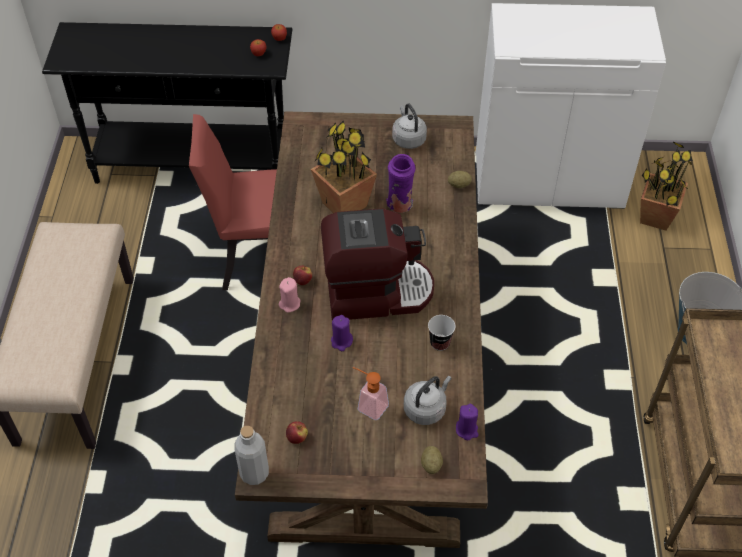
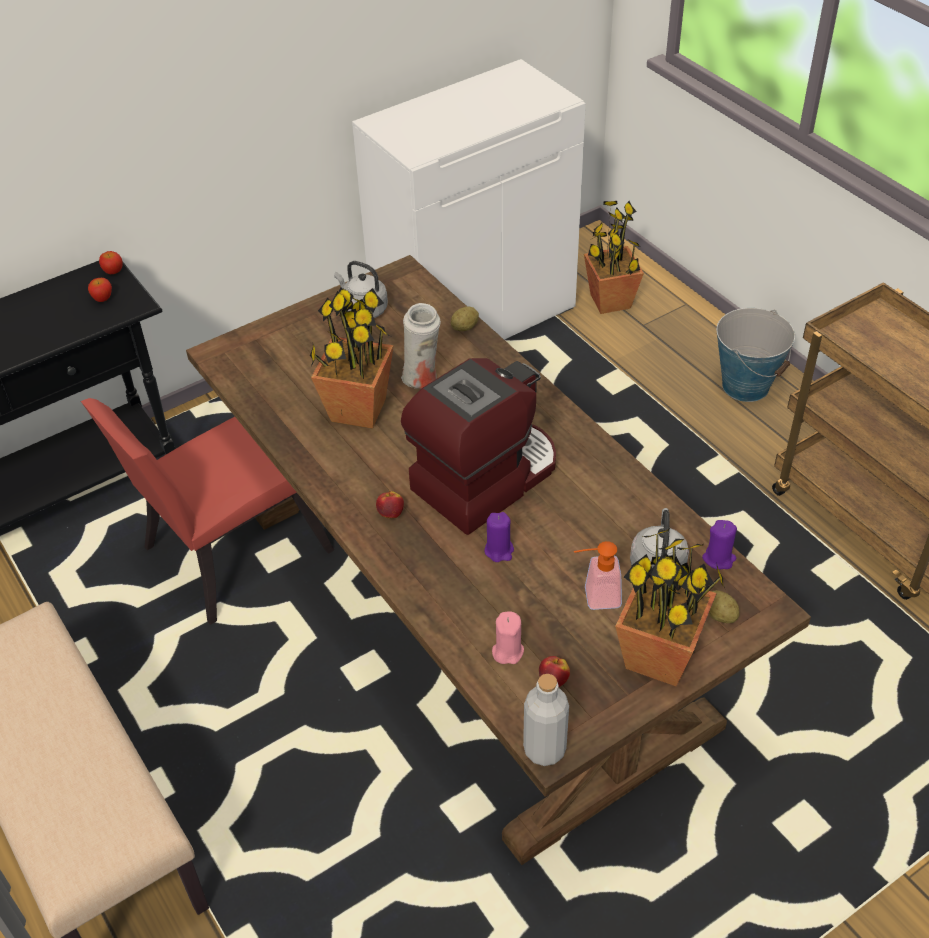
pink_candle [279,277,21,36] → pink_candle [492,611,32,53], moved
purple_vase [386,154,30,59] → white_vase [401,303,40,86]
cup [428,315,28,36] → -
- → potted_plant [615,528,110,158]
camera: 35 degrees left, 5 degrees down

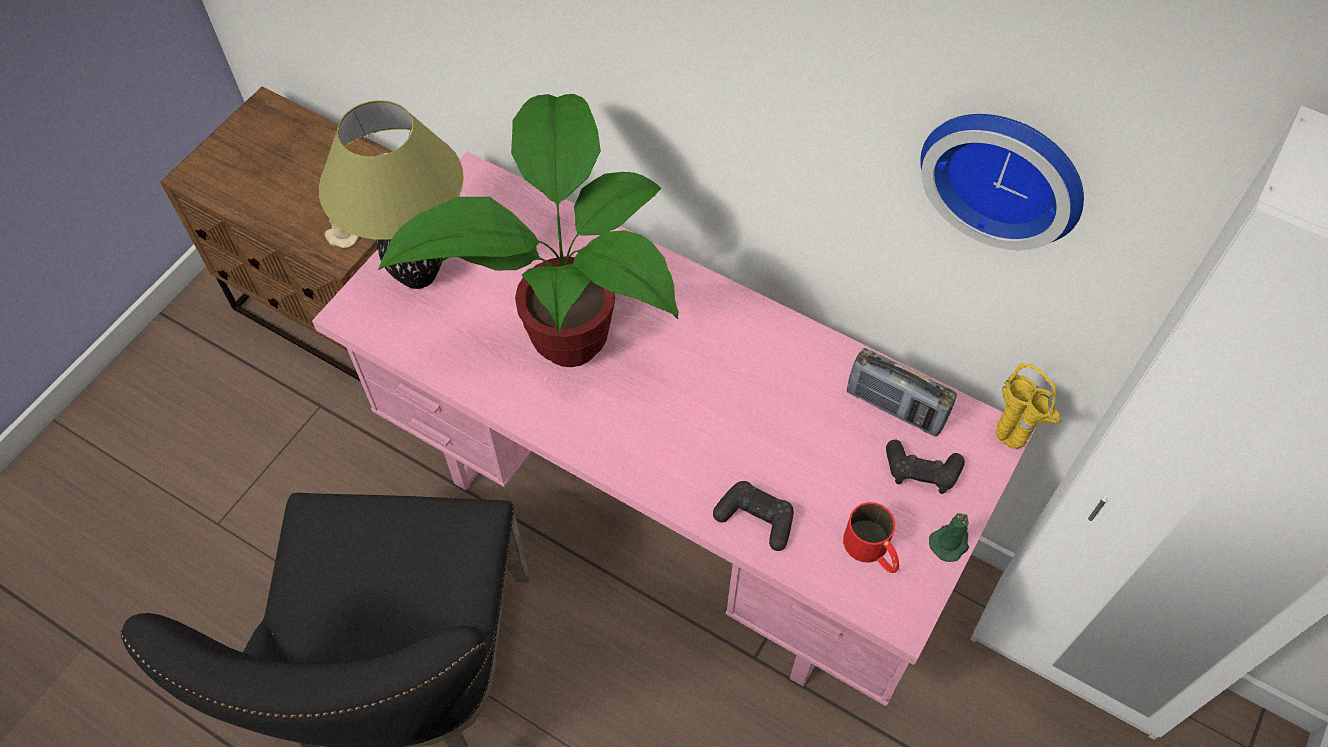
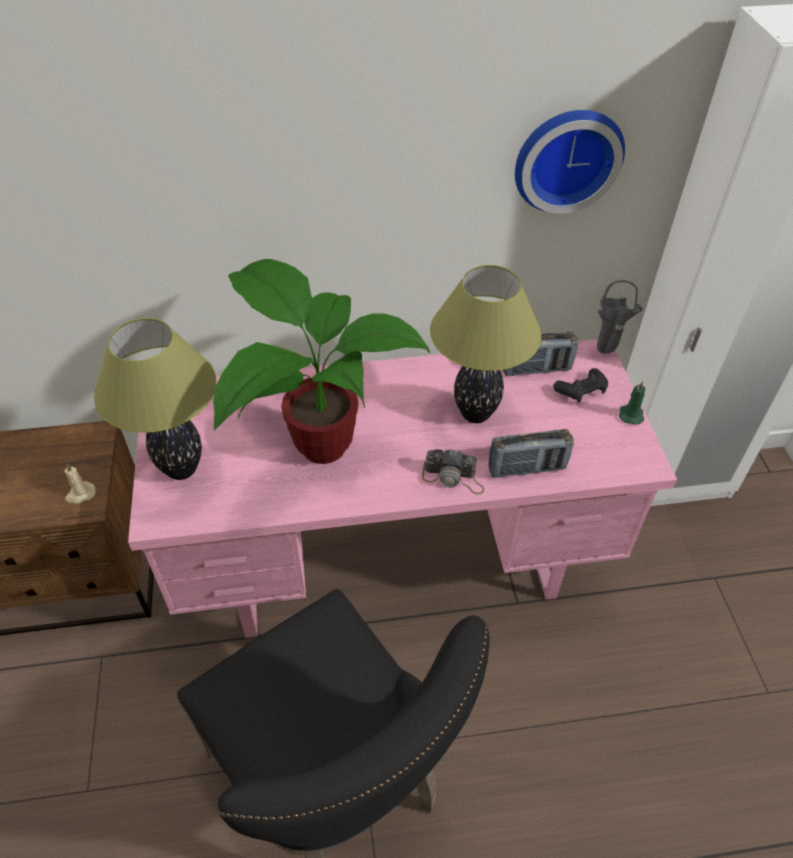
black_game_controller [713,481,81,70] → radio [488,429,86,49]
red_mug [843,502,56,71] → -
yellow_vase [996,363,65,86] → grey_vase [597,280,46,74]
- → photo_camera [422,449,62,46]
- → table_lamp [430,265,112,158]
camera: 40 degrees left, 10 degrees down

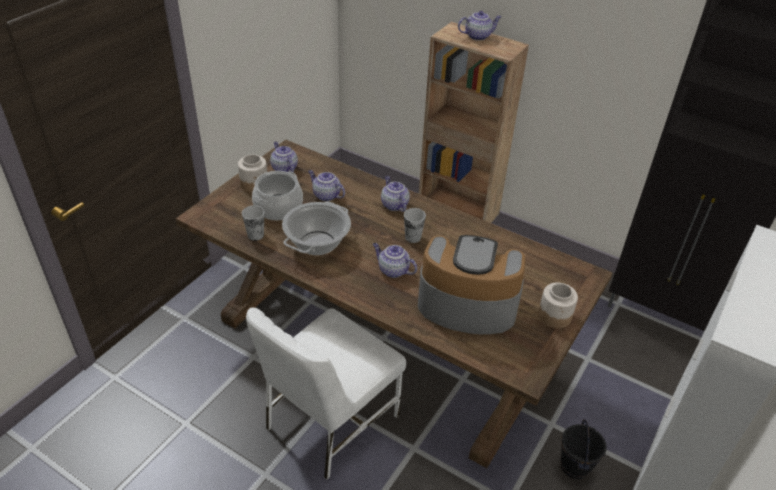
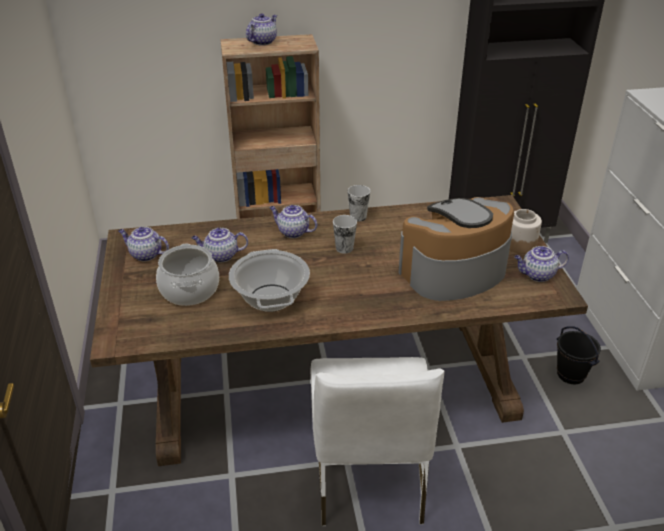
jar [238,154,29,38] → -
cup [242,205,22,36] → cup [348,185,22,37], moved
teapot [373,243,44,35] → teapot [514,246,55,36], moved
camera: 40 degrees left, 5 degrees down

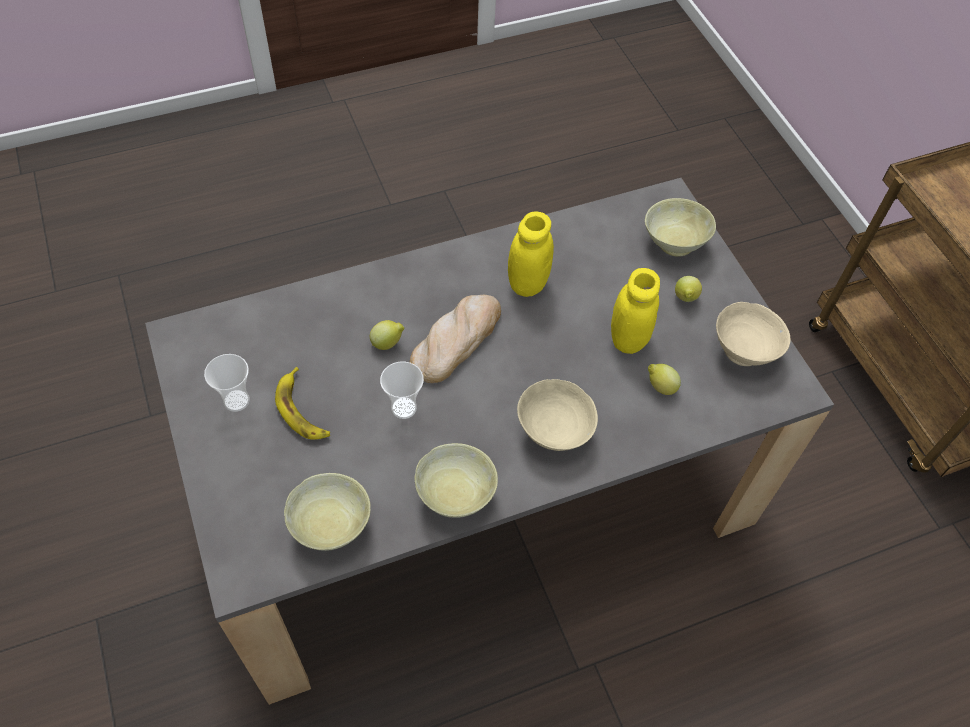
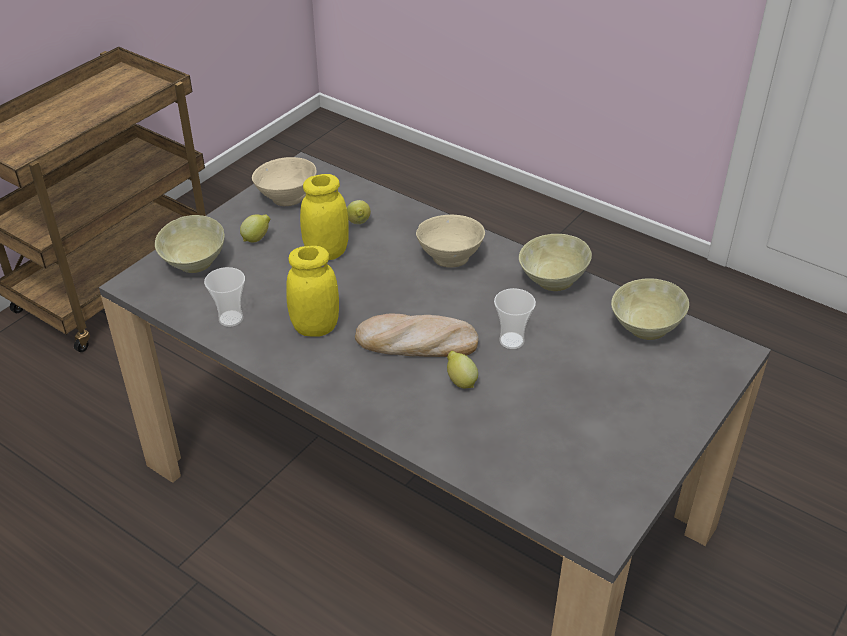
cup [204,354,46,58] → cup [204,267,41,60], moved
banana [275,367,55,73] → -
camera: 120 degrees left, 15 degrees down

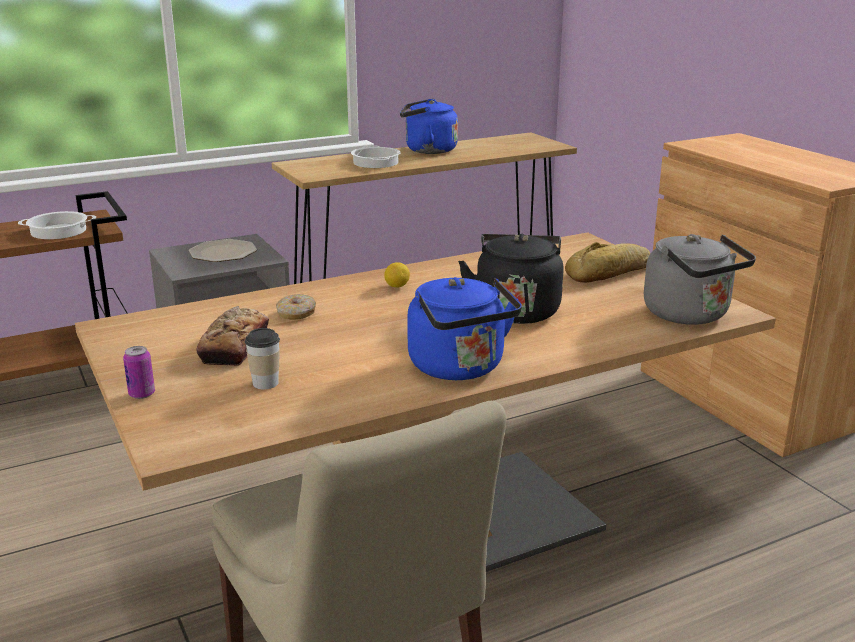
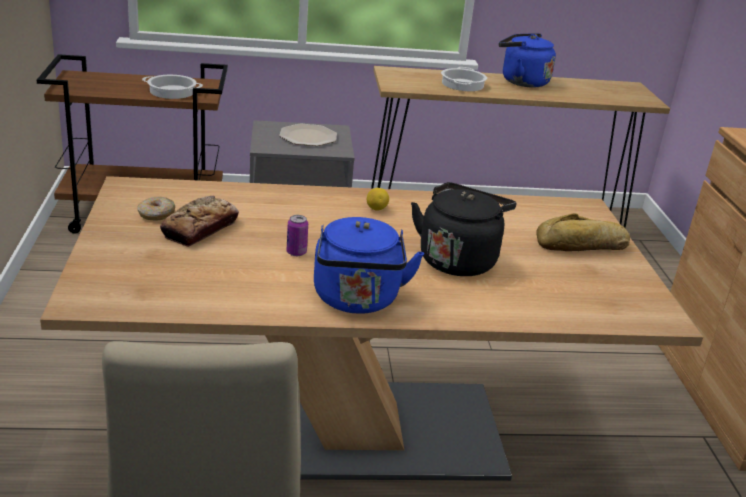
can [123,346,32,53] → can [287,215,21,41], moved
cup [245,328,35,61] → -
donut [276,294,40,26] → donut [137,197,38,23], moved
grey_kettle [644,234,112,91] → -
camera: 20 degrees right, 5 degrees up

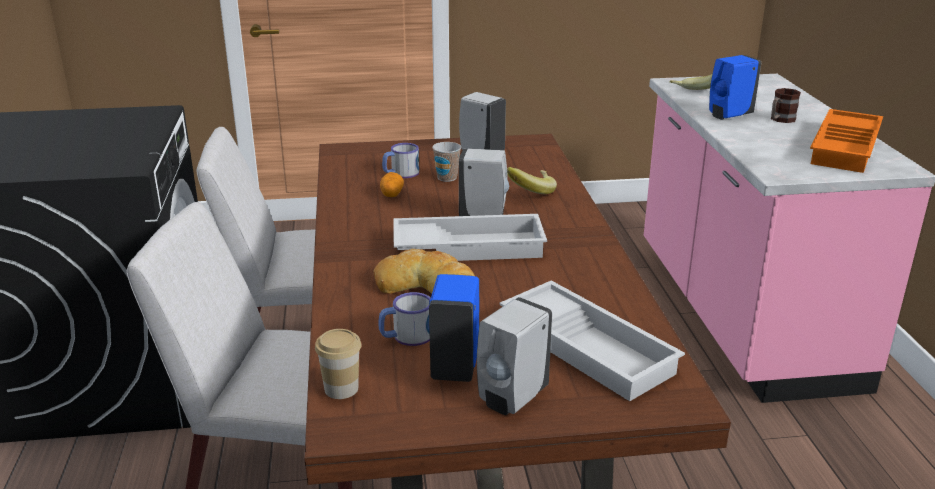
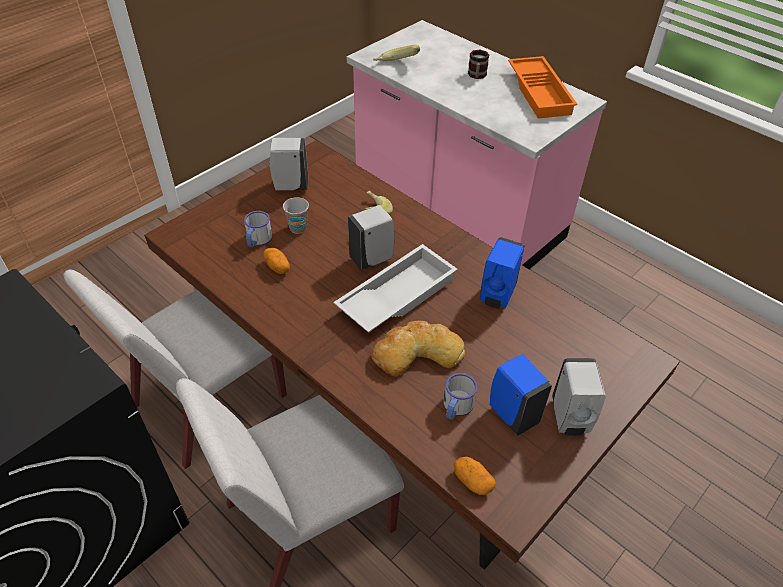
cup [315,329,46,70] → potato [454,457,42,38]
white_tray [499,280,186,121] → -
blue_soap_dispenser [709,55,52,65] → blue_soap_dispenser [480,237,45,72], moved
camera: 40 degrees left, 20 degrees up

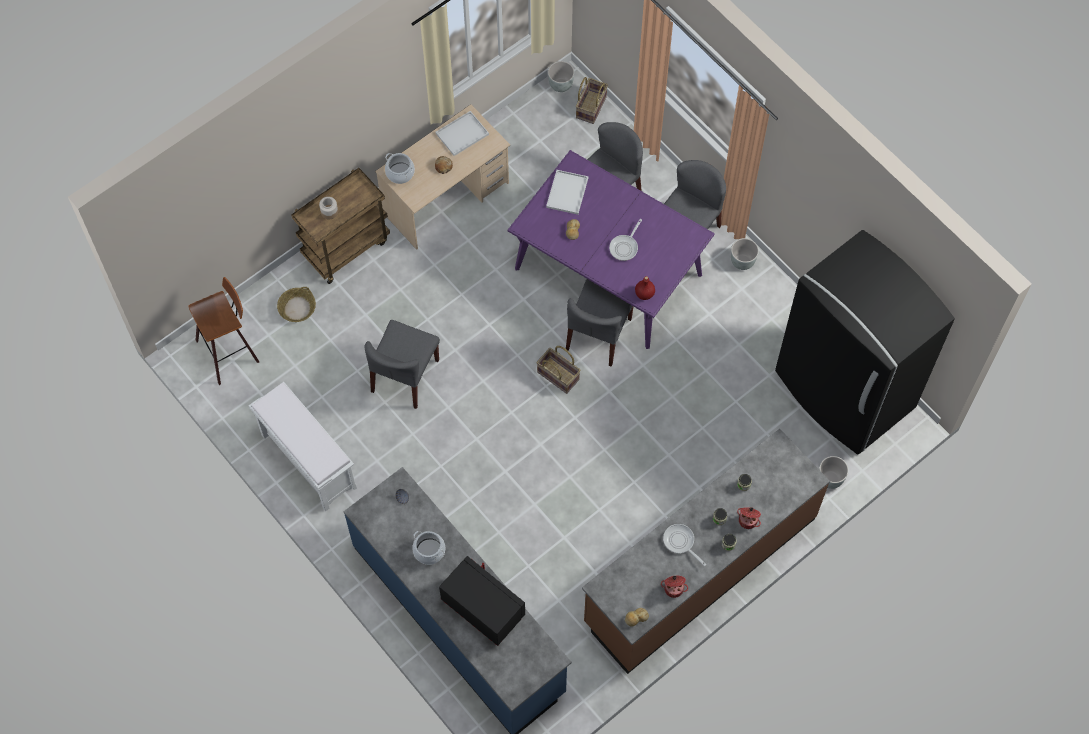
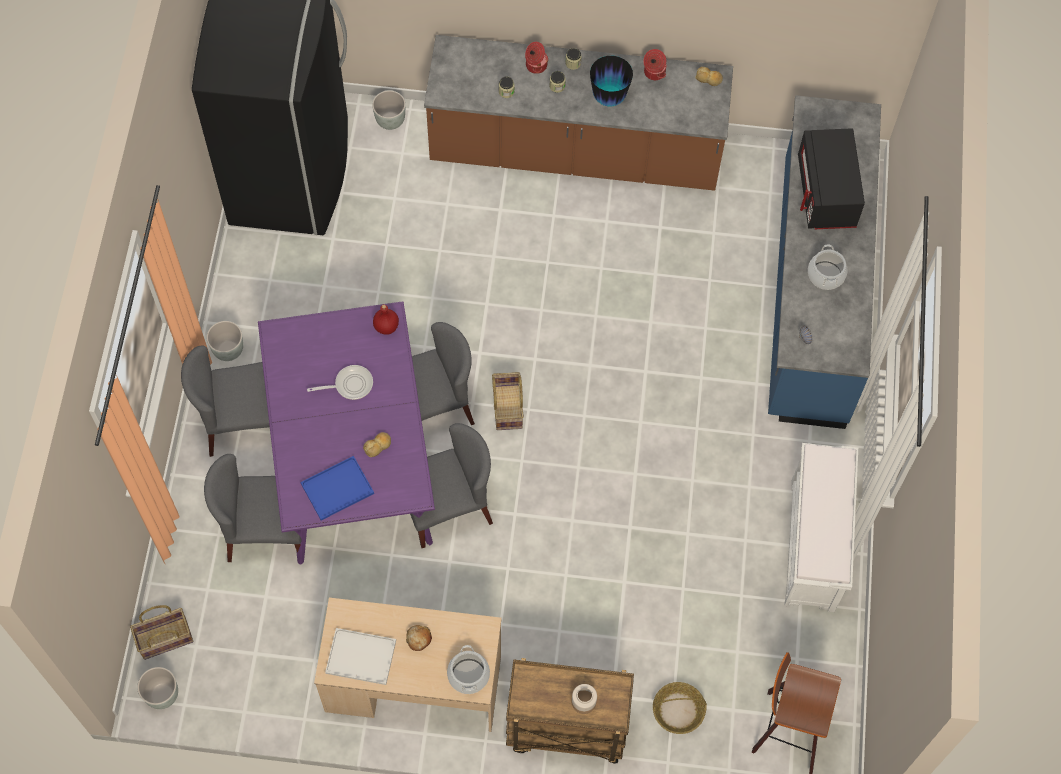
grey_chair [365,320,75,89] → grey_chair [410,423,83,125], moved
white_tray [546,170,43,45] → blue_tray [300,456,74,64]
frying_pan [663,524,43,42] → vase [590,56,43,50]
camera: 135 degrees left, 0 degrees up

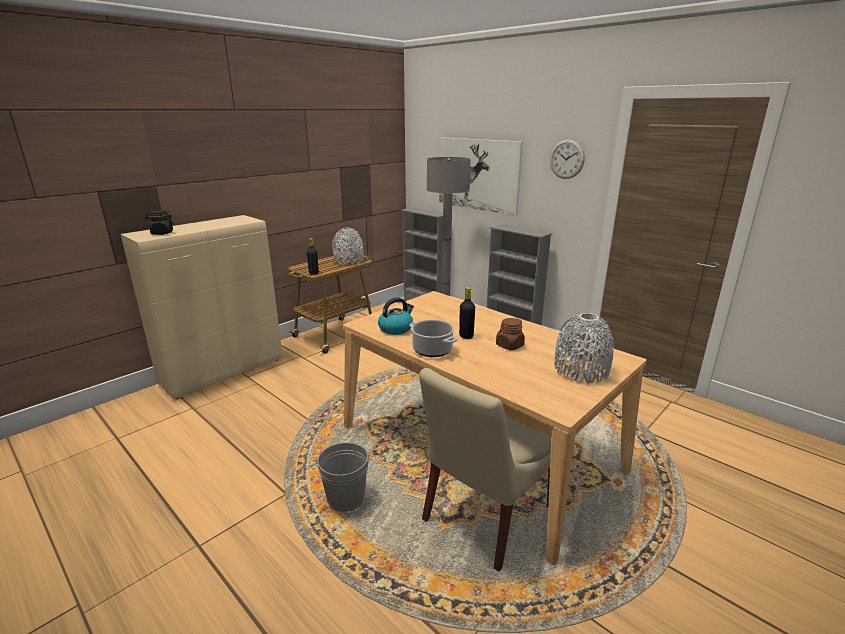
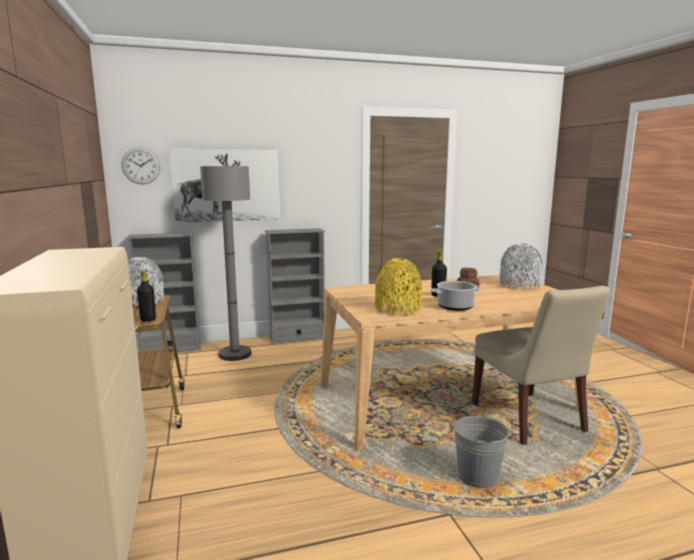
black_jar [145,210,29,25] → -
kettle [378,297,36,38] → yellow_vase [375,258,47,57]
wall_clock [550,139,35,40] → wall_clock [121,147,39,37], moved
camera: 60 degrees left, 10 degrees down

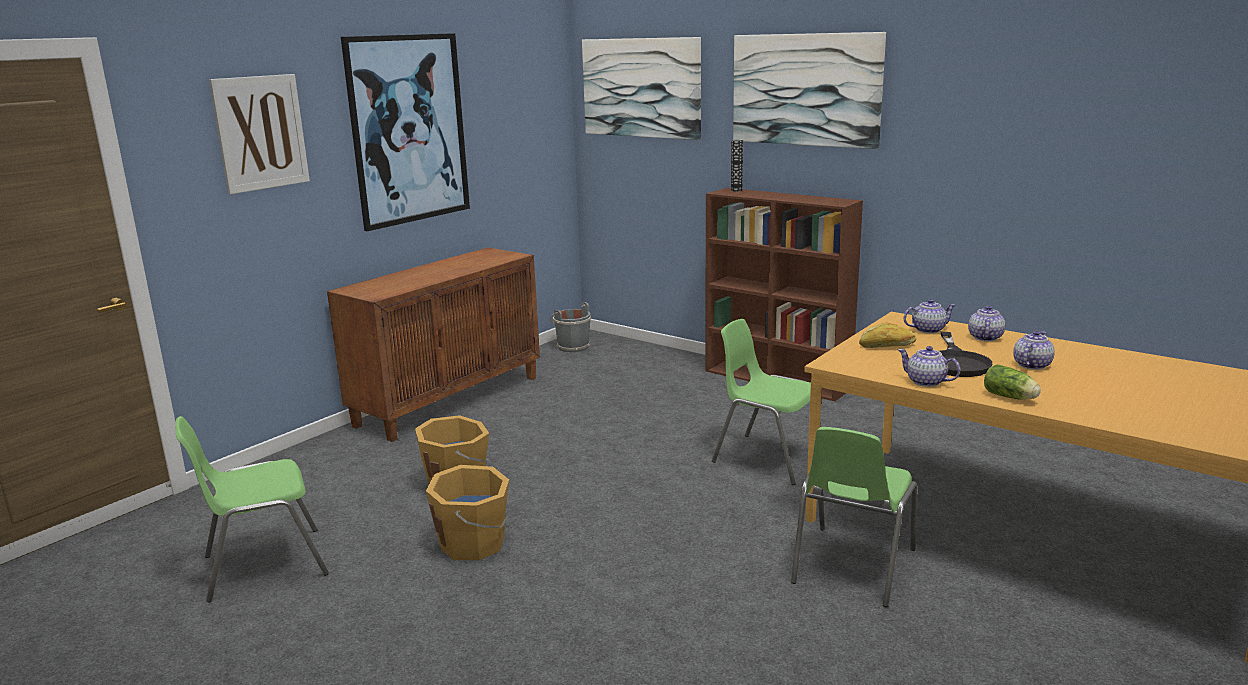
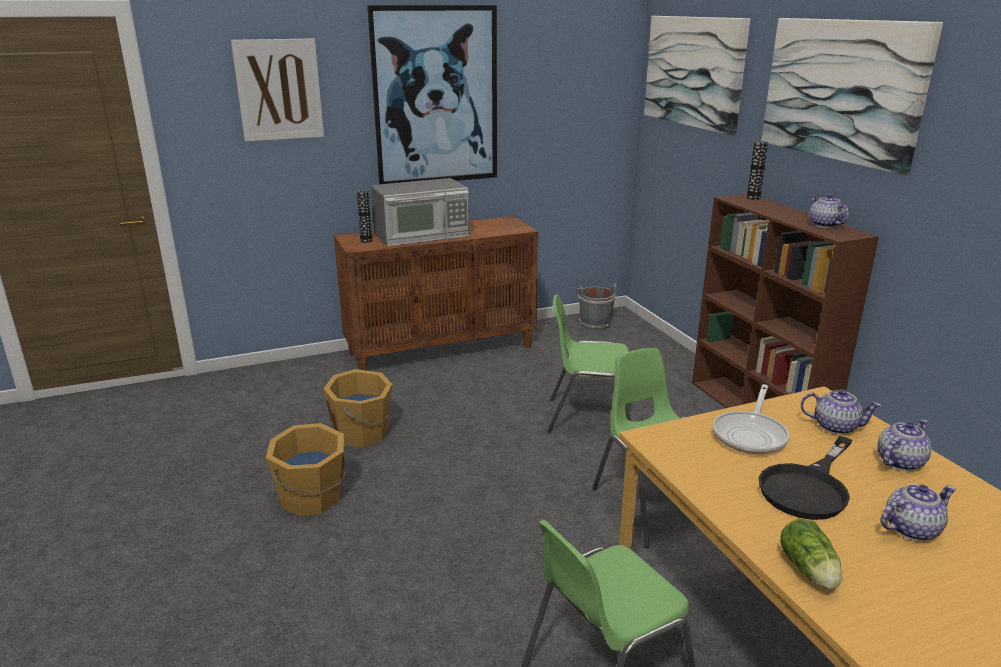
green_chair [175,416,154,186] → green_chair [547,294,84,139], moved
bread [859,322,57,26] → frying_pan [713,384,76,70]
teapot [898,346,63,41] → teapot [809,194,40,34], moved
- → vase [357,190,15,53]
- → microwave [371,178,98,68]
camera: 30 degrees right, 5 degrees up

